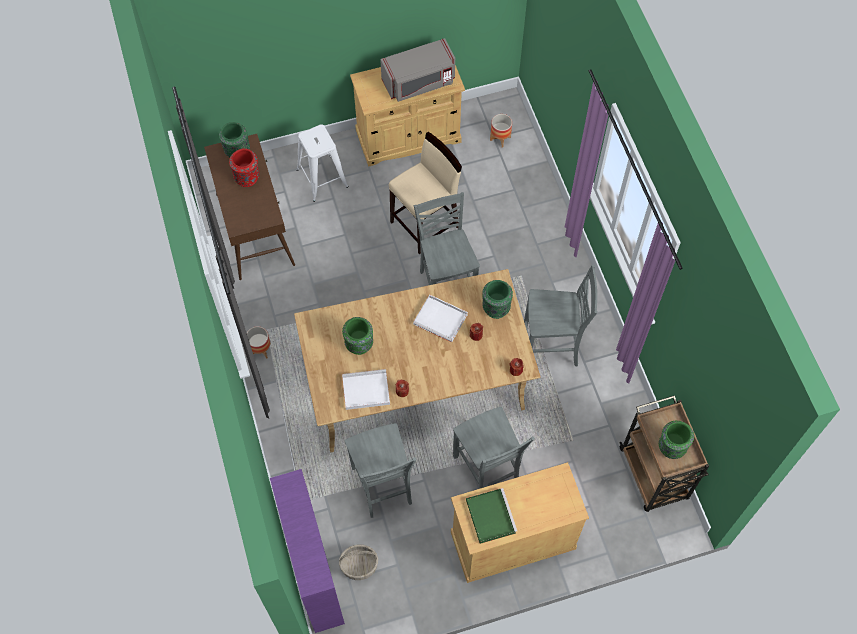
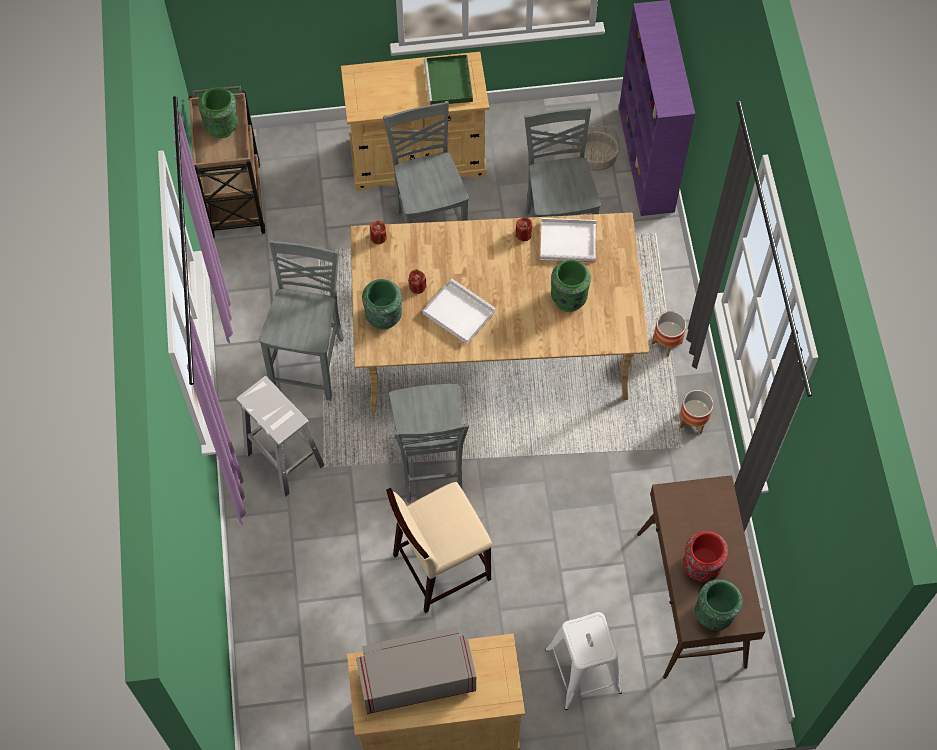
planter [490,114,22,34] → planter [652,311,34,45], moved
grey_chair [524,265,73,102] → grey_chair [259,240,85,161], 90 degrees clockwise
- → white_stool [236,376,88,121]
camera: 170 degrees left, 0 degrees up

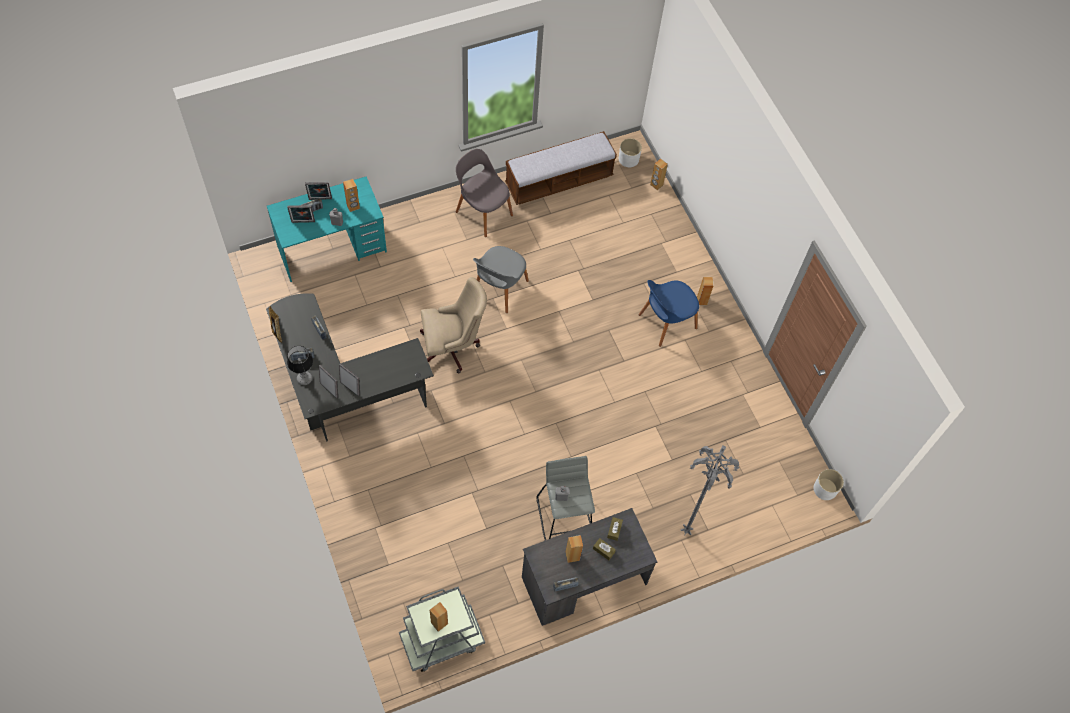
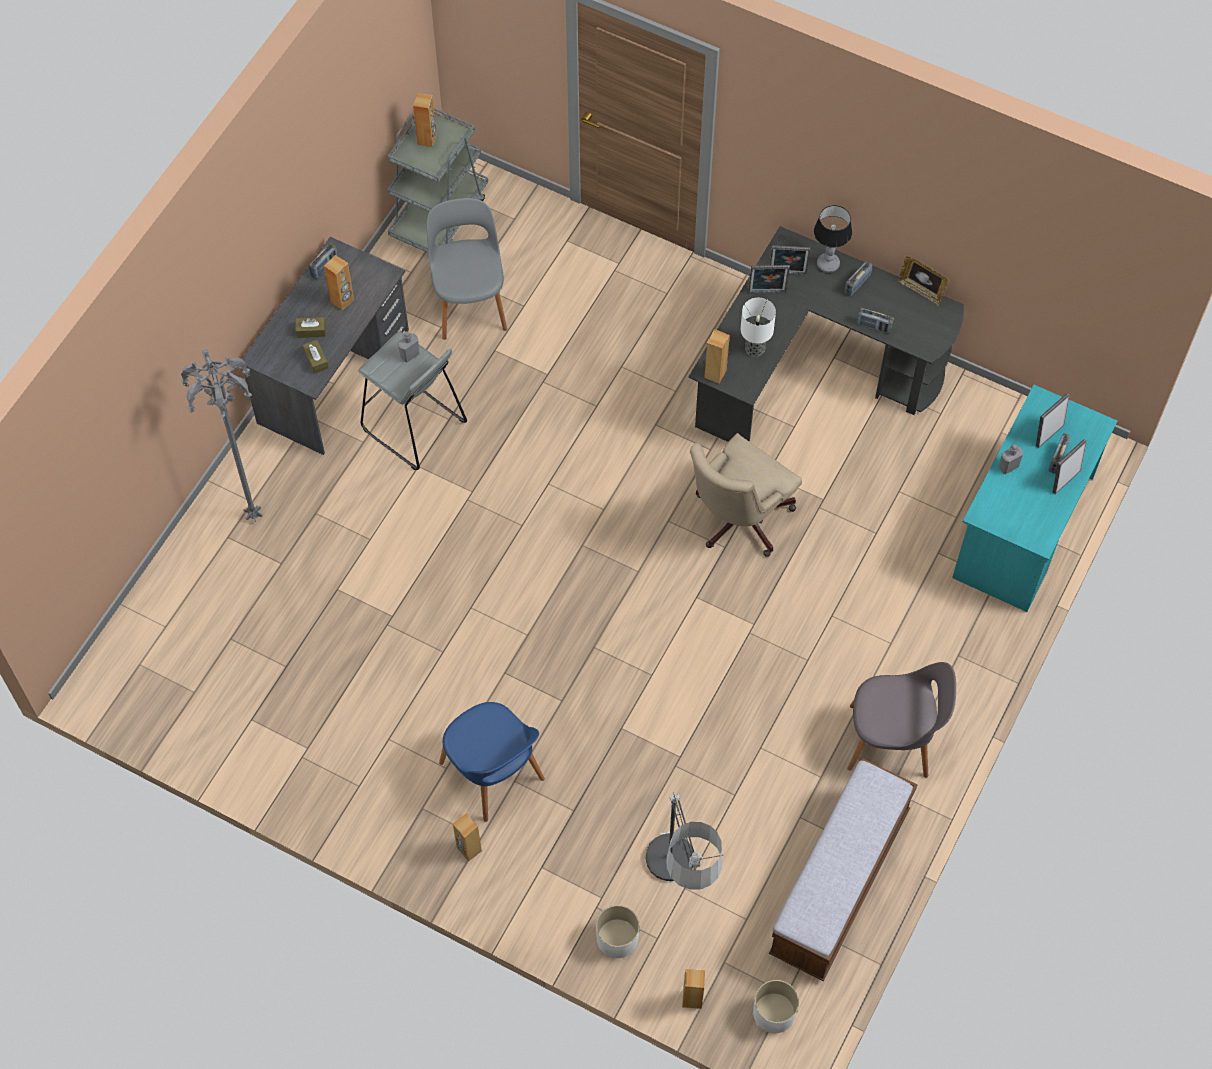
brown_speaker [343,179,17,33] → brown_speaker [704,329,26,55], moved
grey_chair [473,246,56,67] → grey_chair [426,198,81,142], moved
blue_chair [639,280,60,67] → blue_chair [439,702,106,120], 120 degrees clockwise
white_planter [814,469,30,31] → white_planter [596,905,44,53], moved
- → floor_lamp [646,792,77,97]
- → table_lamp [740,298,36,59]
camera: 145 degrees right, 0 degrees up

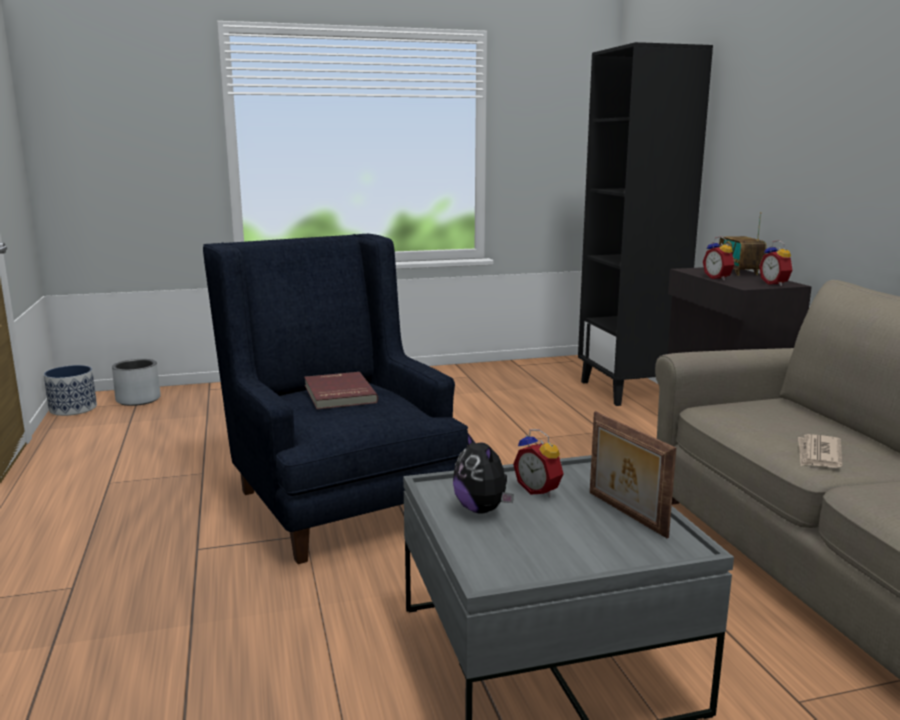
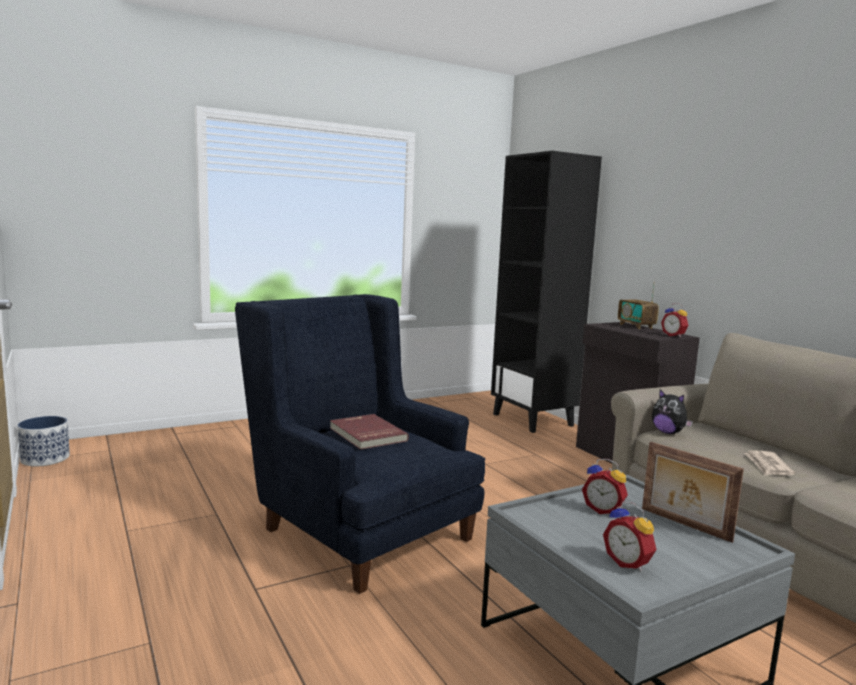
grey_planter [112,359,49,47] → -
plush_toy [453,432,61,82] → plush_toy [652,390,41,44], moved
alarm_clock [703,236,31,44] → alarm_clock [603,502,54,70], moved
camera: 15 degrees left, 5 degrees down

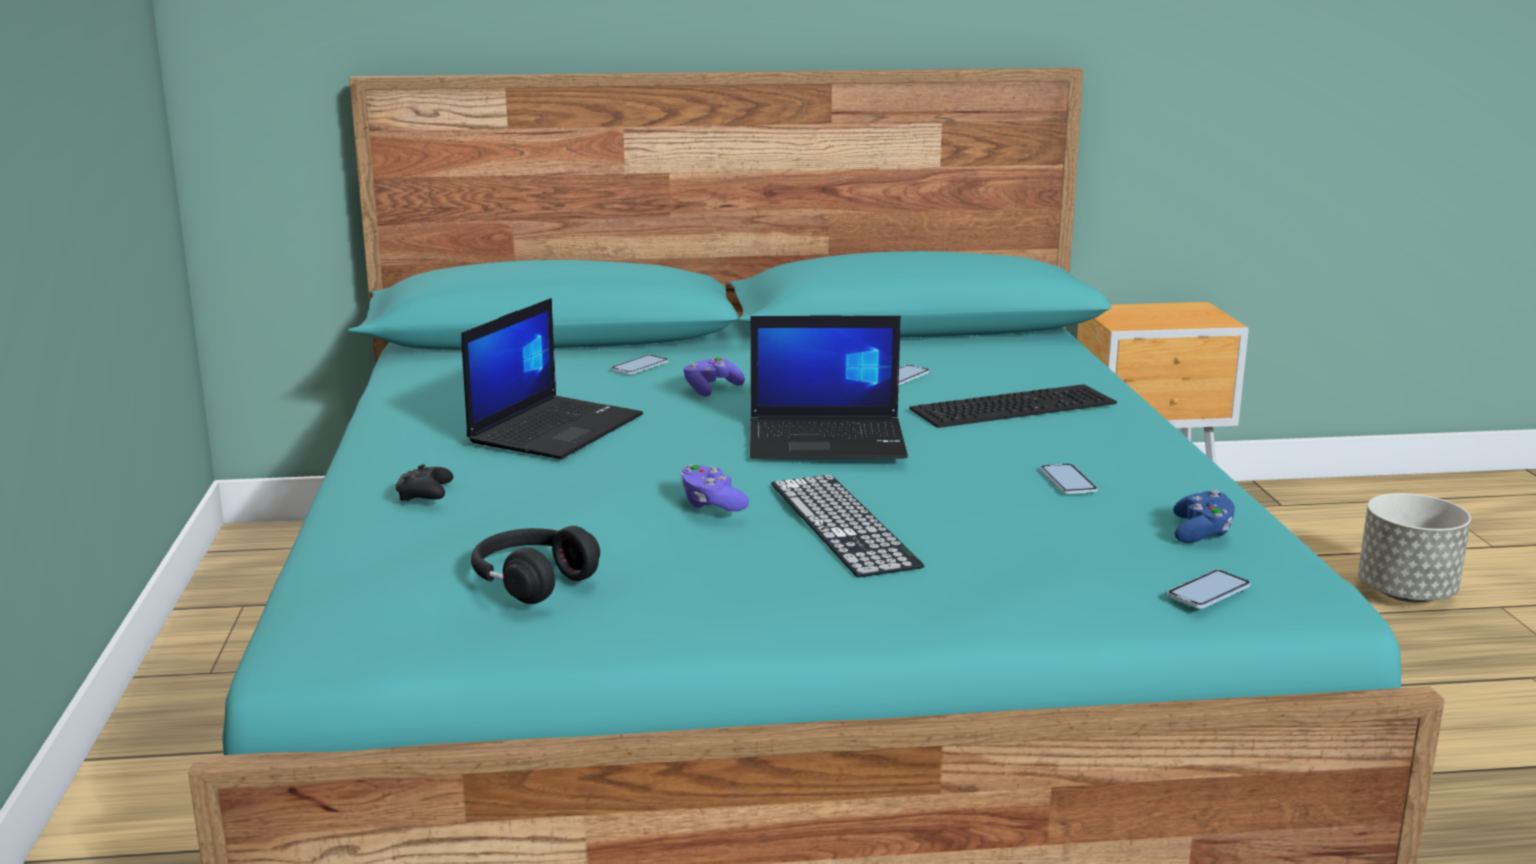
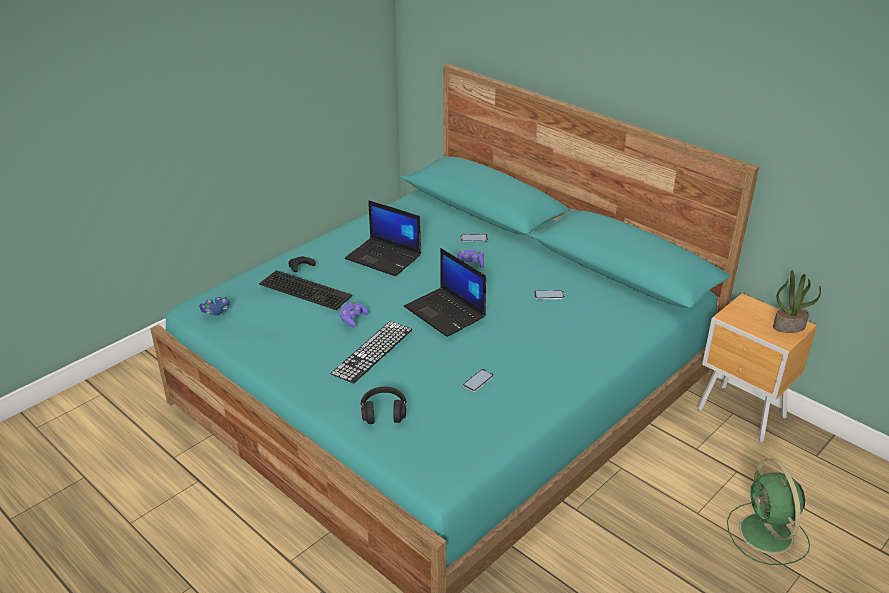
laptop [461,298,182,161] → laptop [345,200,76,76], 45 degrees clockwise
black_headphones [471,526,129,78] → black_headphones [361,387,45,37], moved
keyboard [910,384,207,44] → keyboard [259,270,93,40], moved
phone [1167,569,84,40] → -
blue_game_controller [1173,490,62,53] → blue_game_controller [199,297,31,18], moved
grey_planter [1358,493,113,109] → green_fan [727,458,83,107]
- → potted_plant [773,270,48,63]
camera: 50 degrees right, 15 degrees up

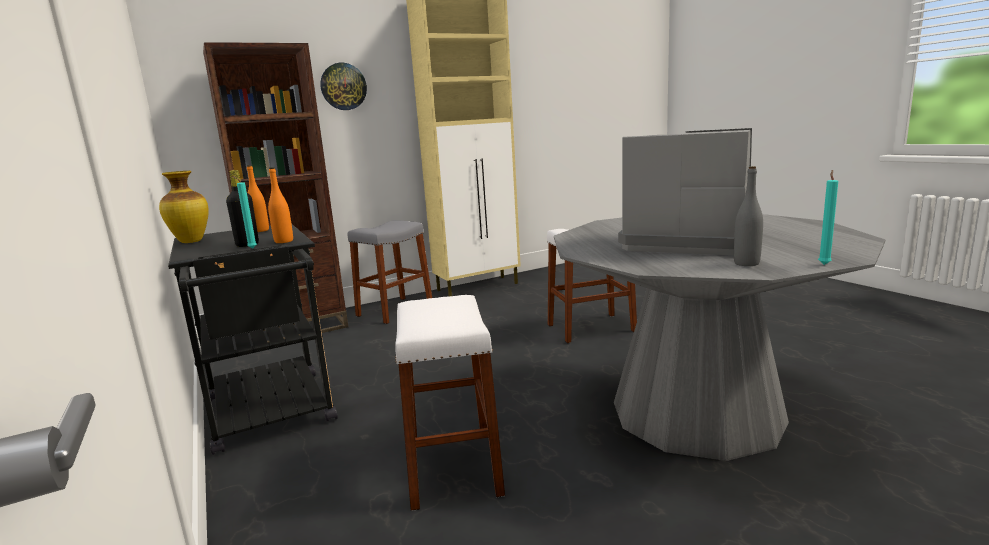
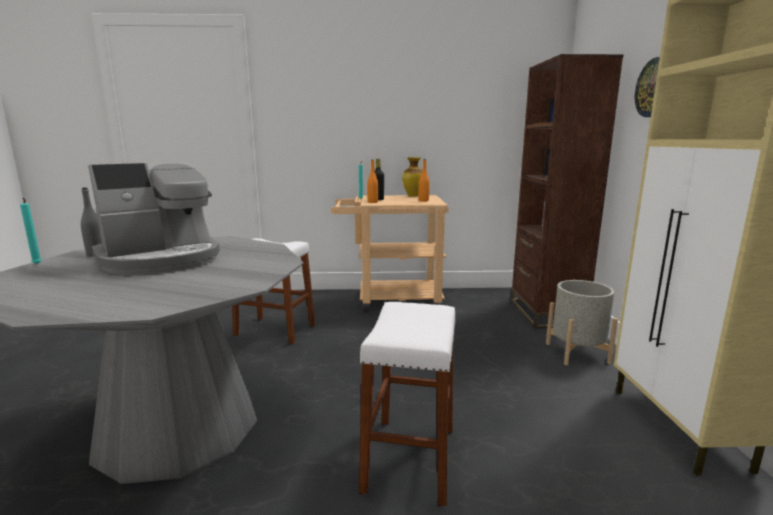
black_cart [168,224,170,231] → beige_cart [330,195,119,117]
grey_stool [348,220,84,104] → grey_planter [546,280,72,85]
camera: 115 degrees right, 0 degrees up

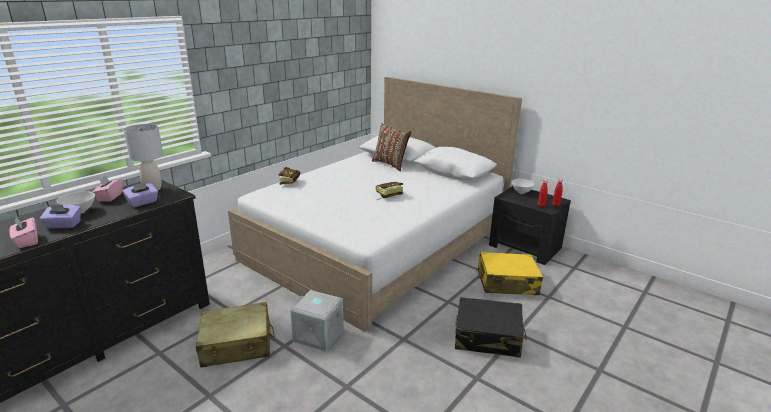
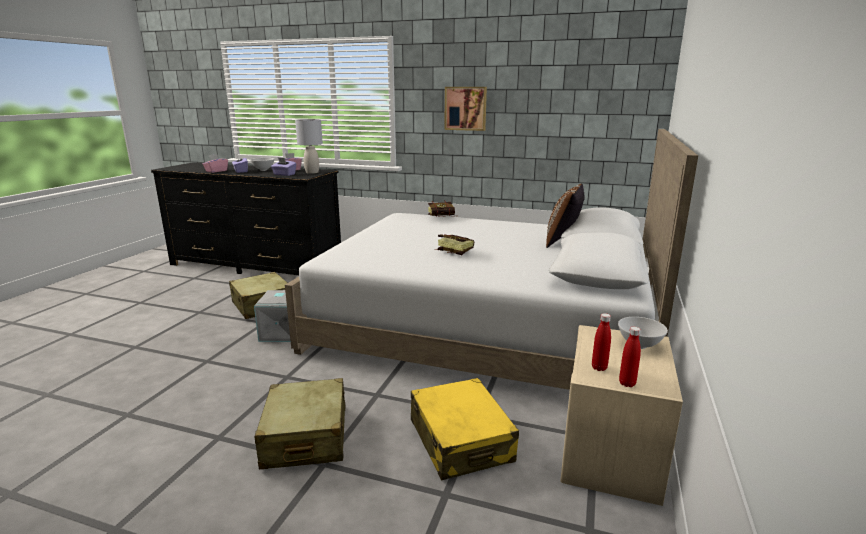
black_suitcase [455,297,72,61] → beige_suitcase [254,378,92,91]
black_nightstand [489,186,82,79] → beige_nightstand [560,325,123,181]
- → picture [444,87,43,44]
camera: 70 degrees right, 5 degrees down

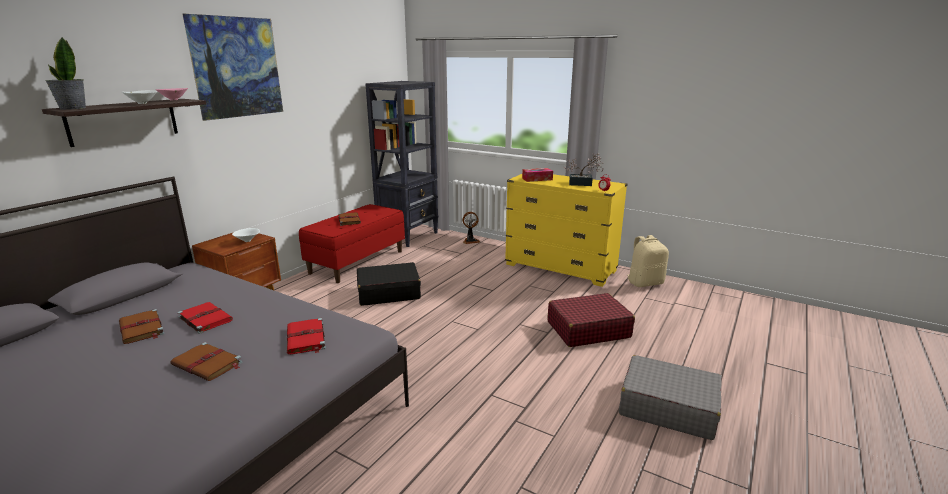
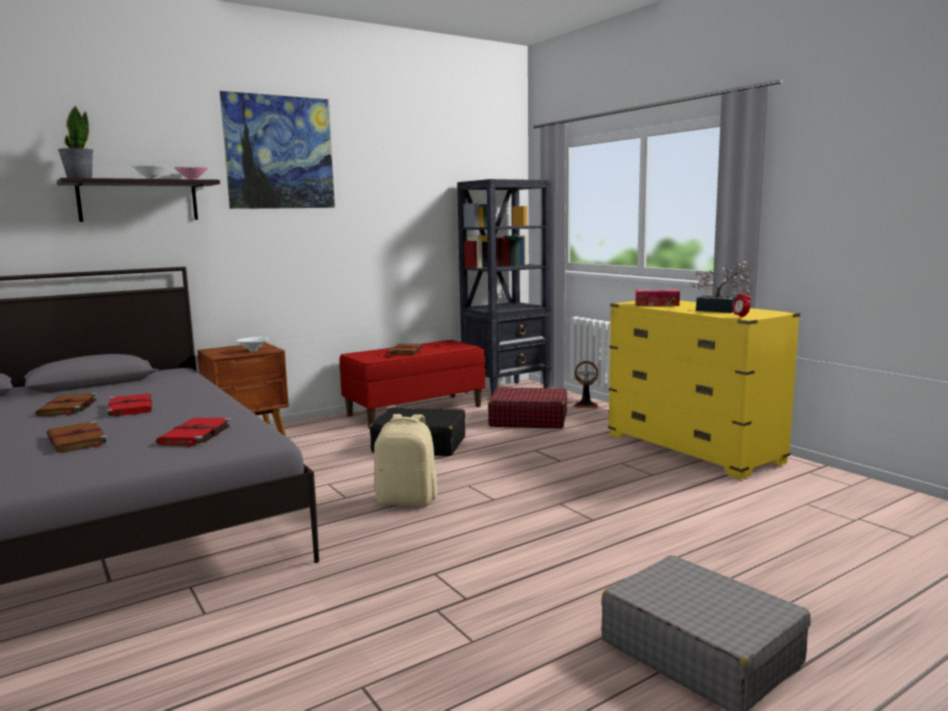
red_suitcase [548,293,87,54] → red_suitcase [488,387,79,41], moved
beige_backpack [628,235,41,52] → beige_backpack [374,414,64,92], moved
camera: 25 degrees right, 10 degrees down

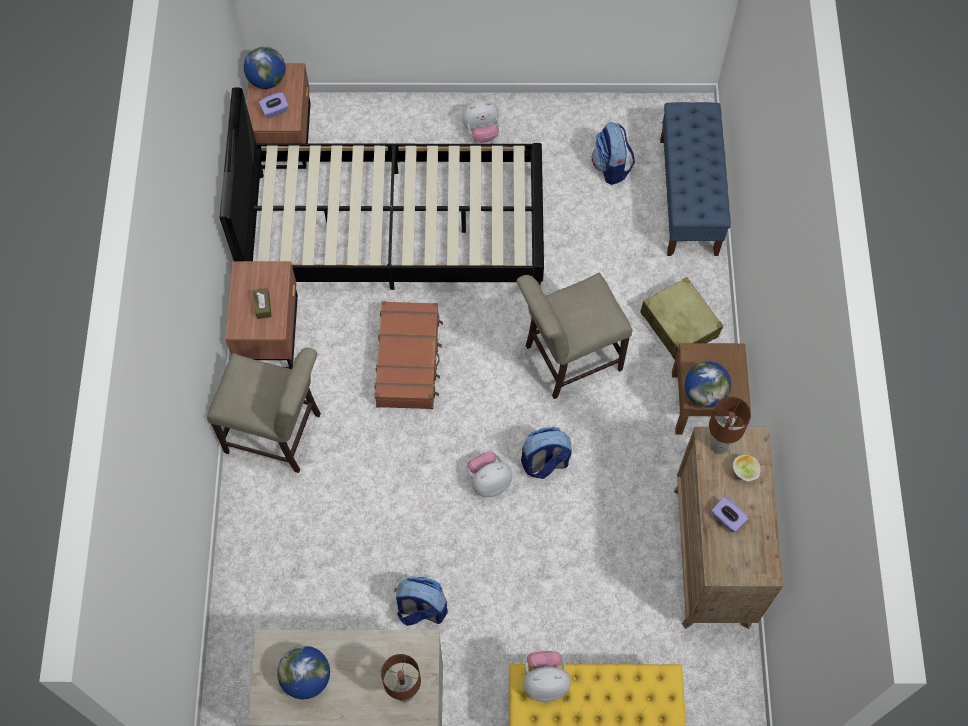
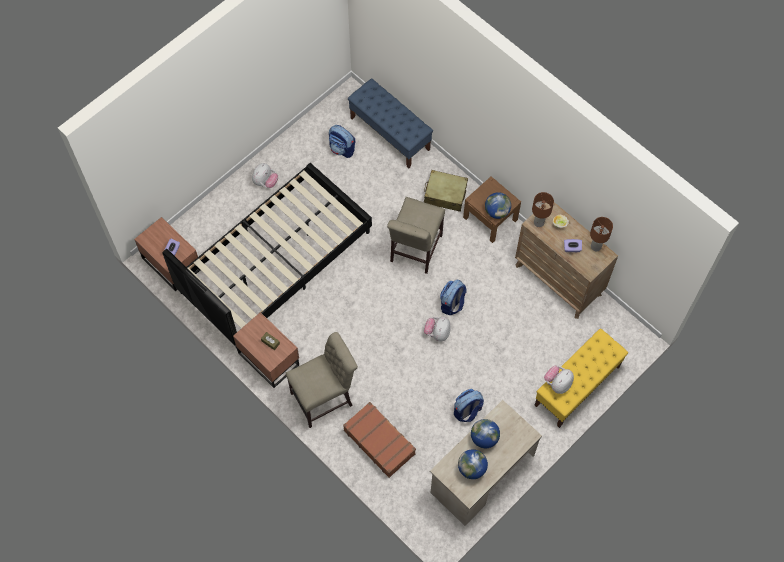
globe [244,47,42,42] → globe [471,419,29,29], moved
brown_suitcase [374,301,69,108] → brown_suitcase [343,402,73,76], moved
brown_table_lamp [381,654,40,48] → brown_table_lamp [590,217,23,34], moved
camera: 45 degrees left, 0 degrees up

